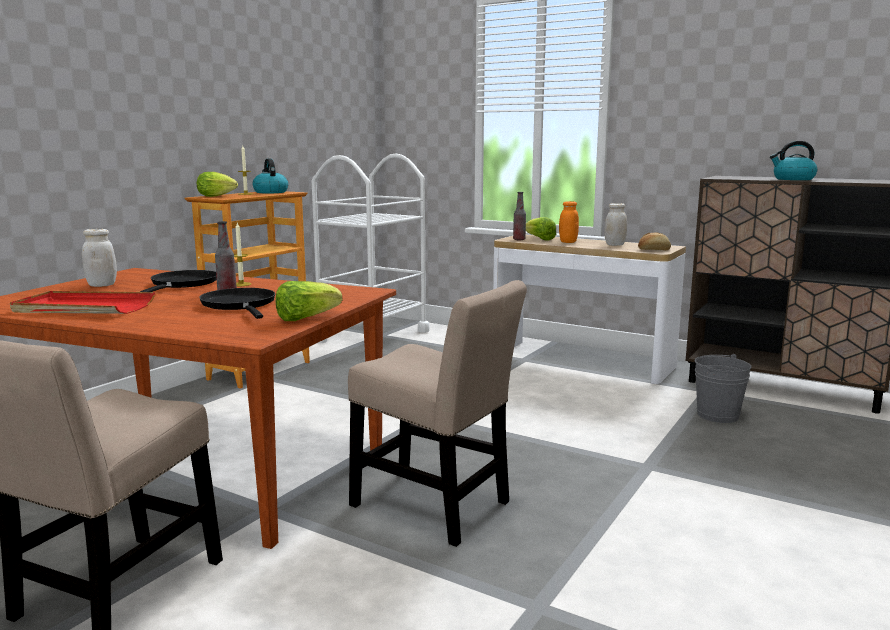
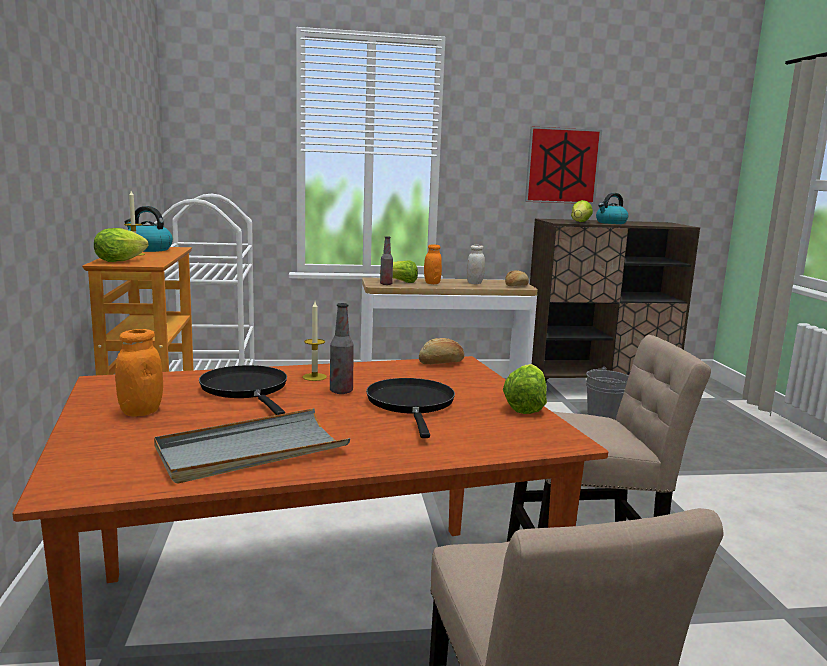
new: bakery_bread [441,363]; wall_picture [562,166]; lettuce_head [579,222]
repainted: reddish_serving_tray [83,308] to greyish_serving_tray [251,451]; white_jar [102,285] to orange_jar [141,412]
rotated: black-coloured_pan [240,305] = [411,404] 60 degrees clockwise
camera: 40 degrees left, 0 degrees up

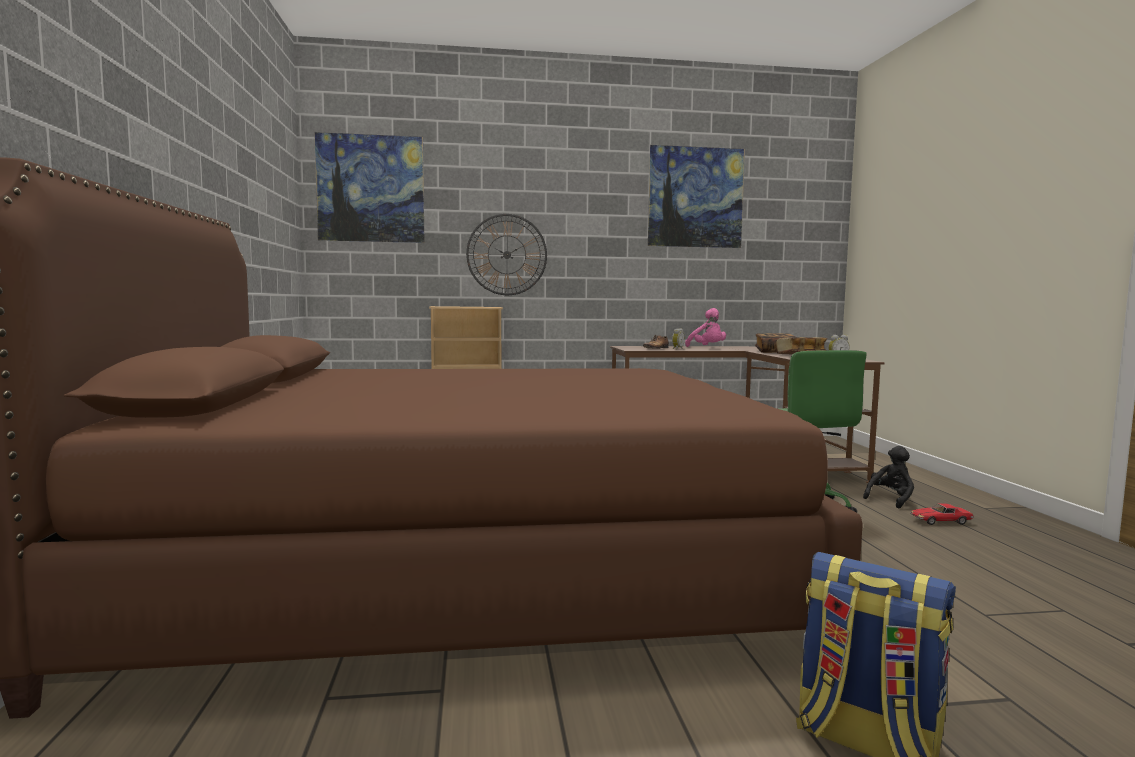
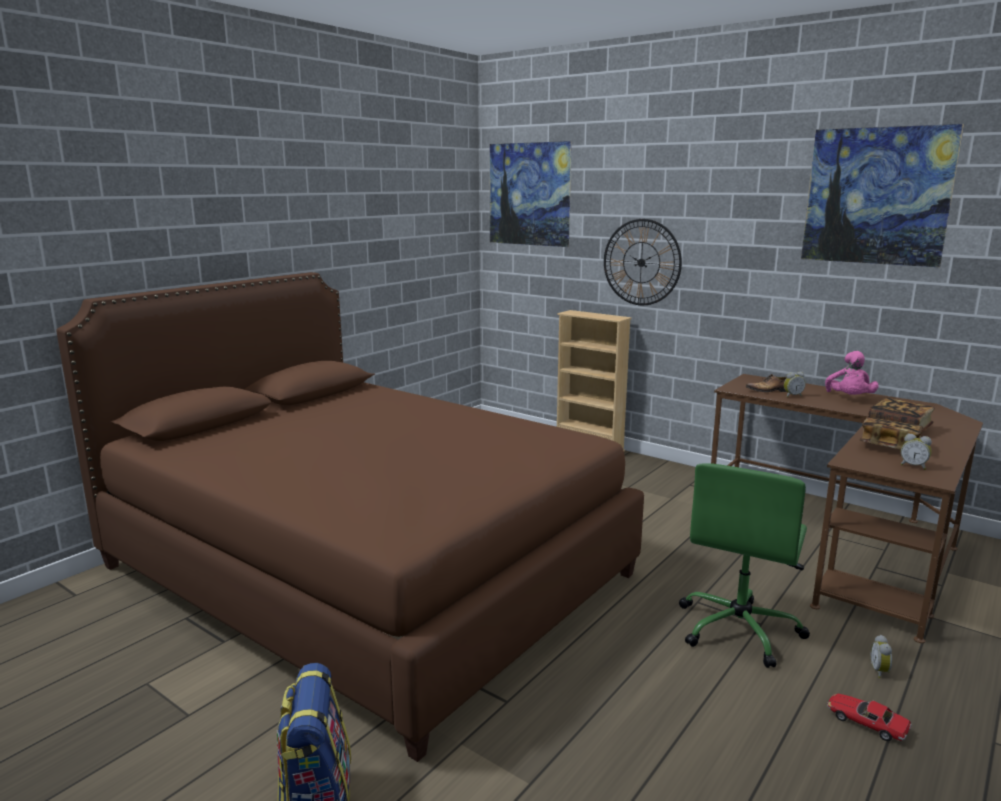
swapped: black-coloured_soft_toy [890,499] to table_clock [880,671]
camera: 45 degrees right, 10 degrees up

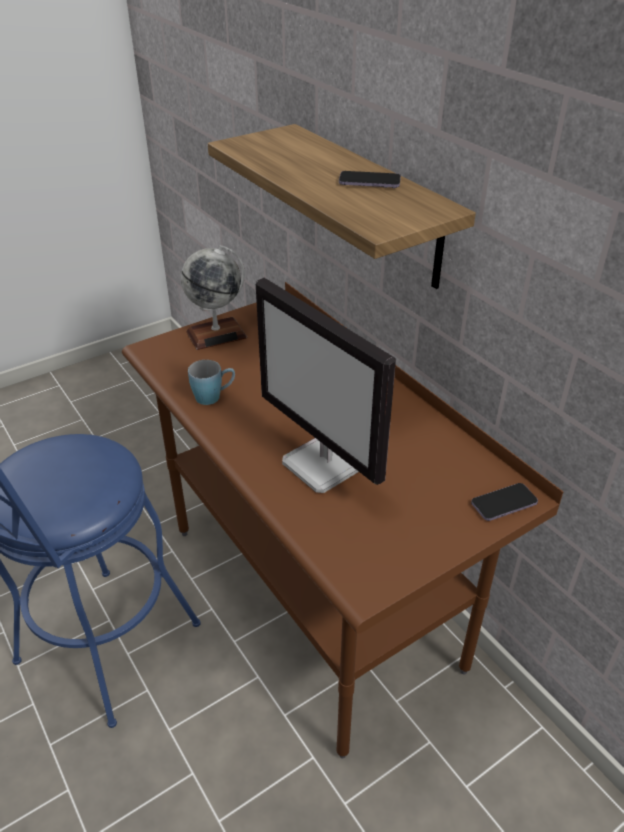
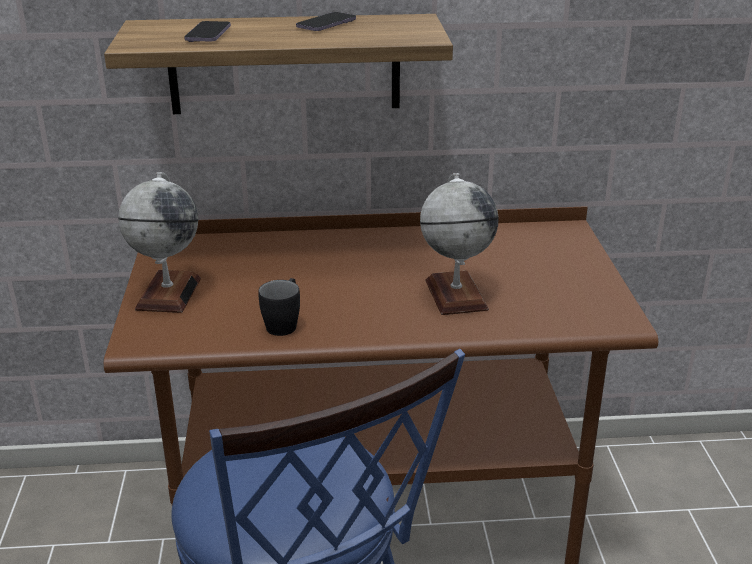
shifted: phone [504,503] to [208,34]
swapped: monitor [324,465] to desk_globe [455,295]
repainted: blue-coloured_mug [214,396] to black-coloured_mug [284,323]
camera: 60 degrees left, 10 degrees down

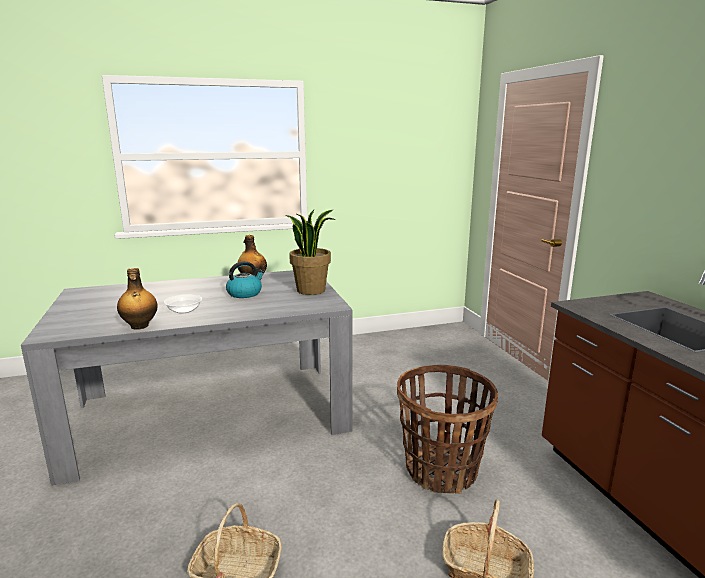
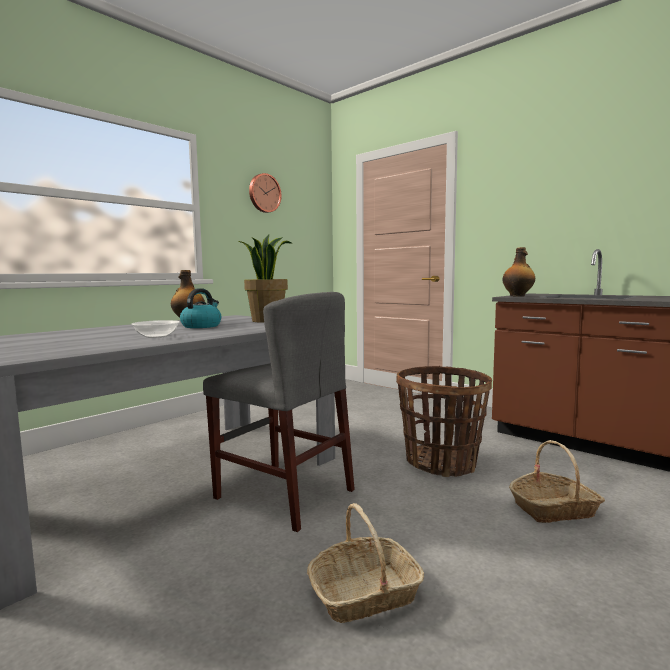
new: greyish_chair [284,494]; clock_on_the_wall [264,193]
shifted: drink_bottle [139,326] to [518,296]
camera: 30 degrees left, 10 degrees down

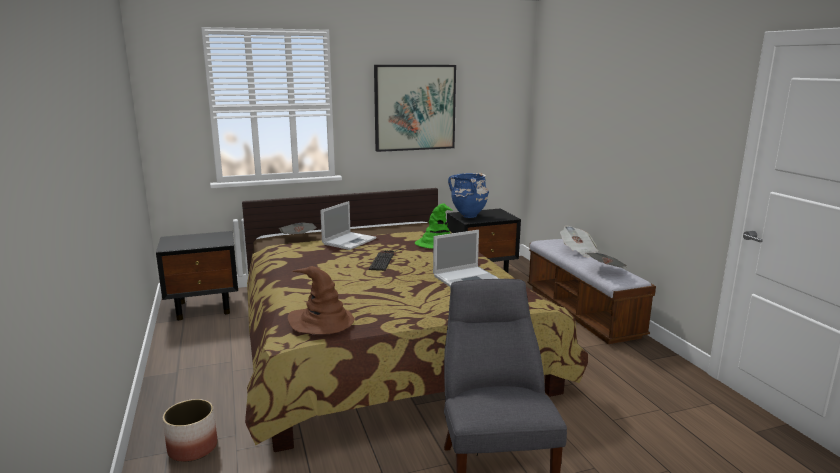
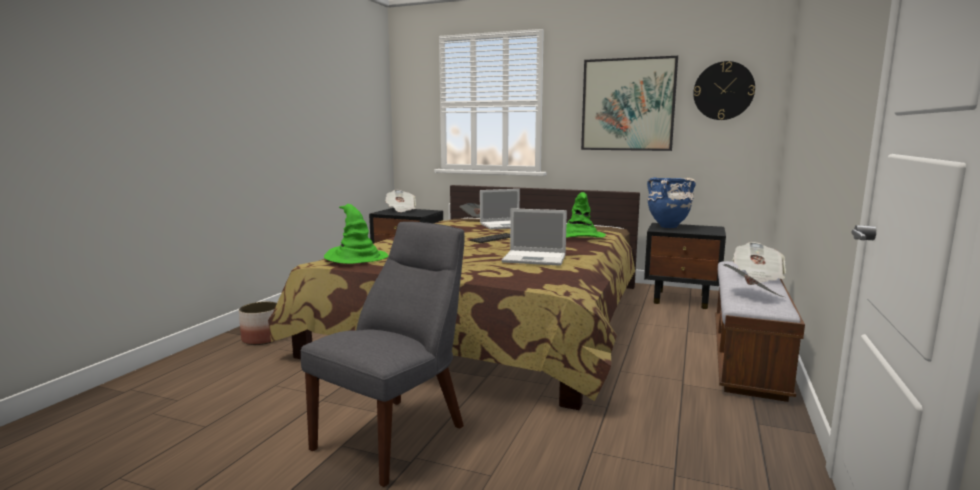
new: daily_paper [401,209]; clock_on_the_wall [723,91]
repainted: brown_hat [322,321] to green_hat [356,258]
camera: 40 degrees right, 5 degrees down

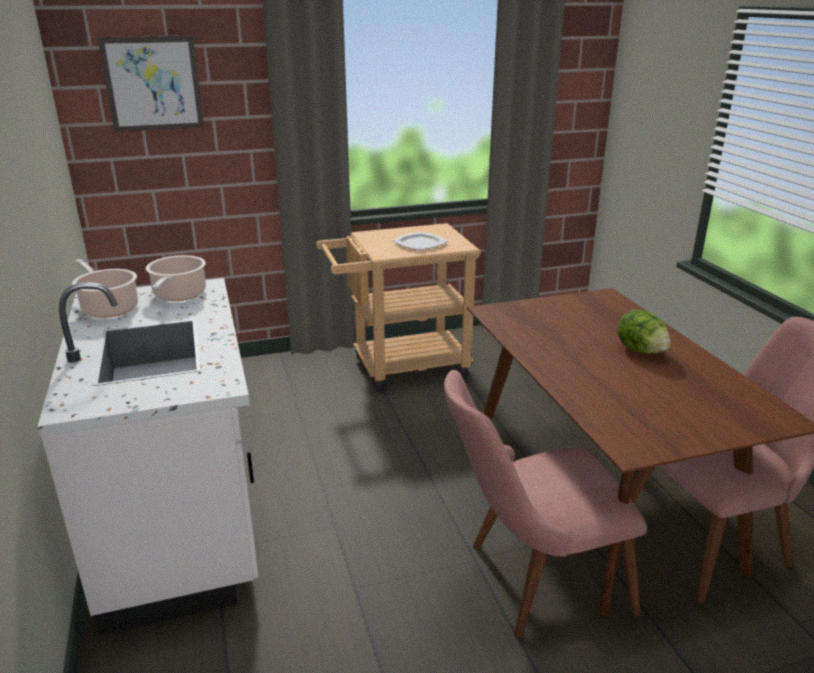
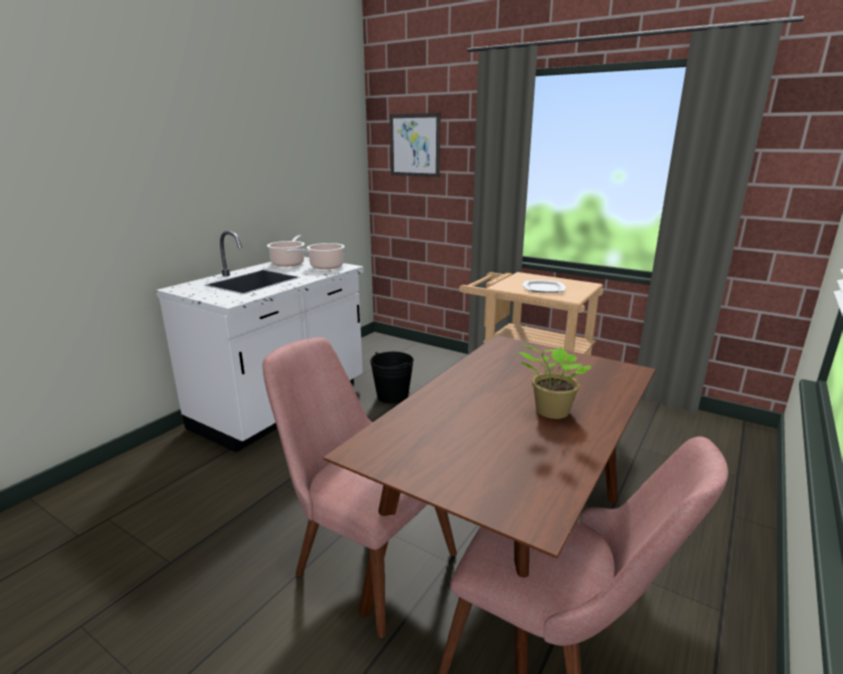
new: black-coloured_pail [392,396]
swapped: lettuce_head [641,350] to potted_plant [550,412]
camera: 50 degrees right, 5 degrees down

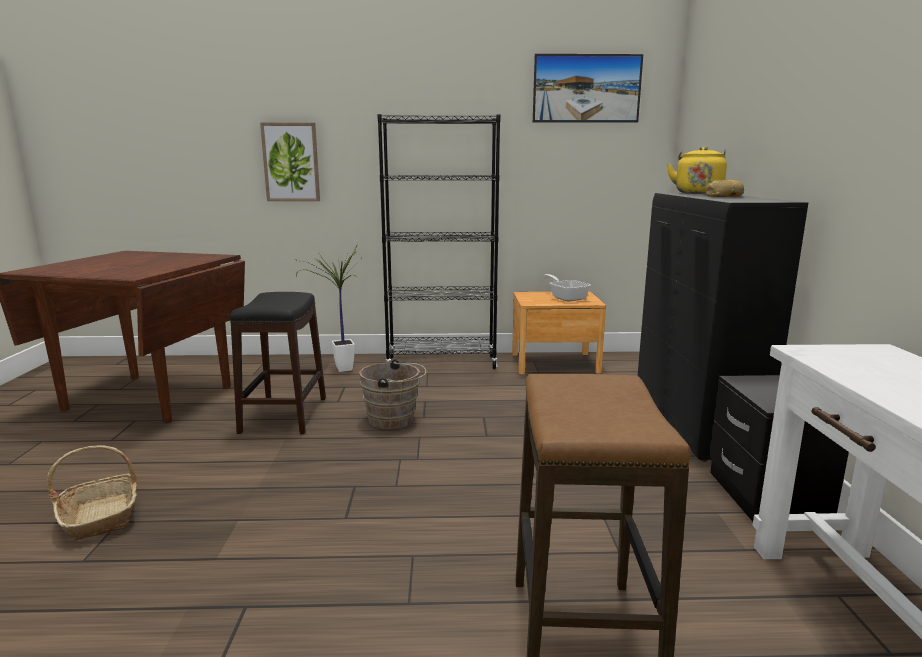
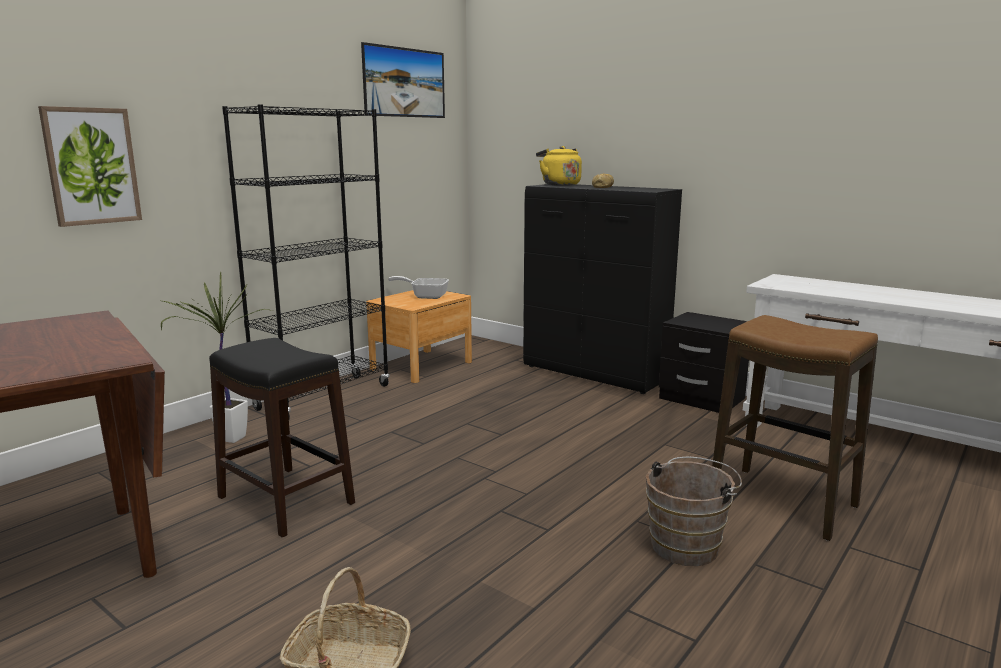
shifted: brown_pail [395,420] to [688,545]
camera: 50 degrees left, 0 degrees up

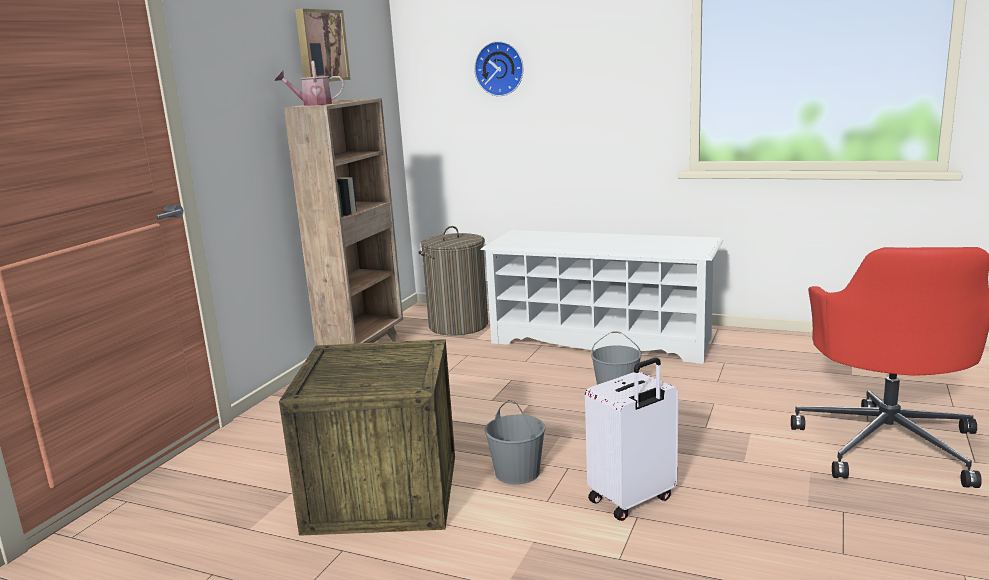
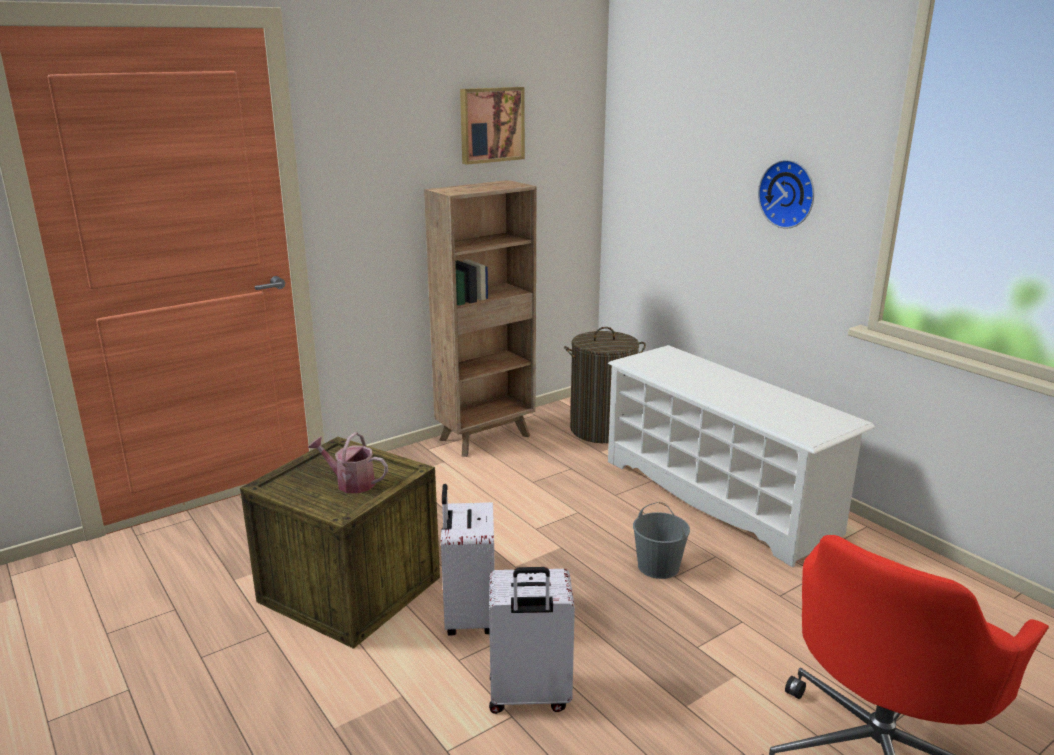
shifted: watering_pot [313,104] to [351,483]; clock_on_the_wall [500,68] to [789,193]
swapped: greyish_pail [516,472] to white_suitcase [468,617]
camera: 30 degrees right, 5 degrees up

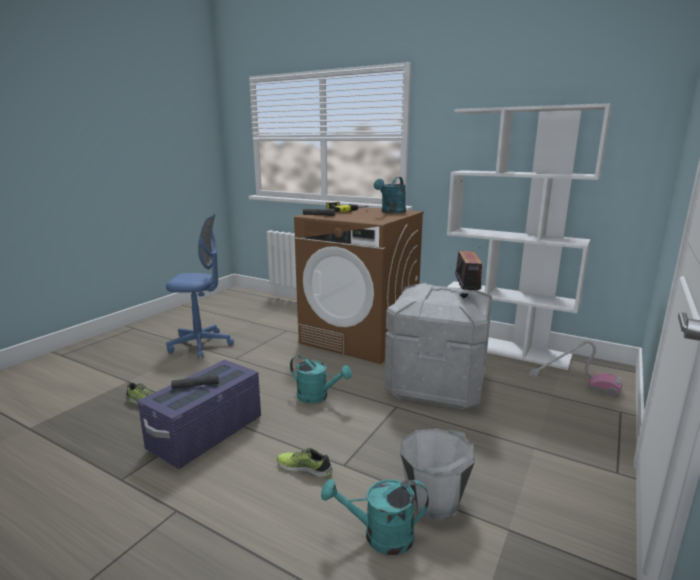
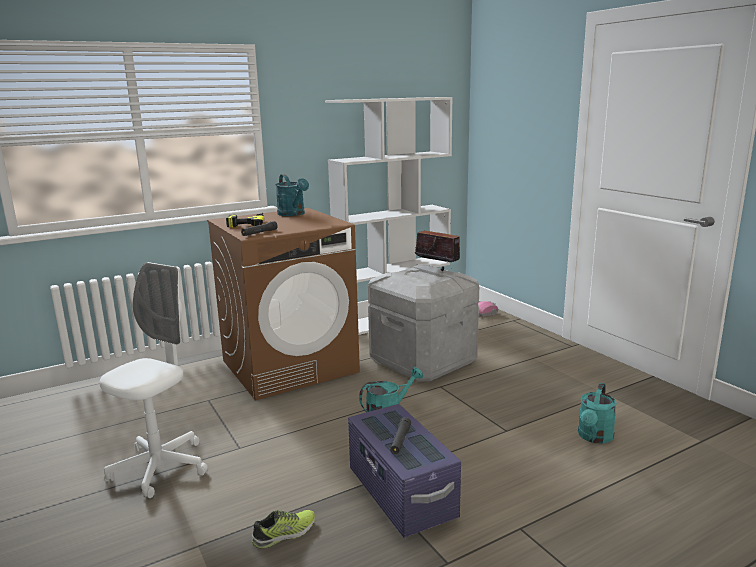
gone: shoe [305,468]; greyish_pail [434,500]
repainted: blue-coloured_computer_chair [201,345] to white_computer_chair [160,468]
camera: 60 degrees left, 0 degrees up

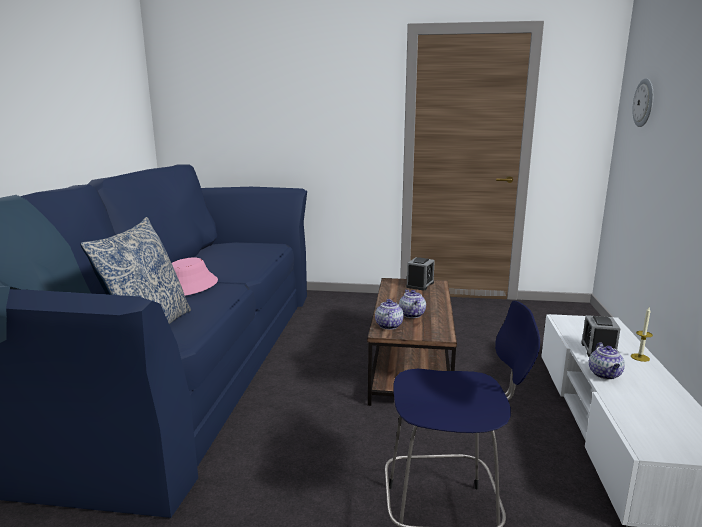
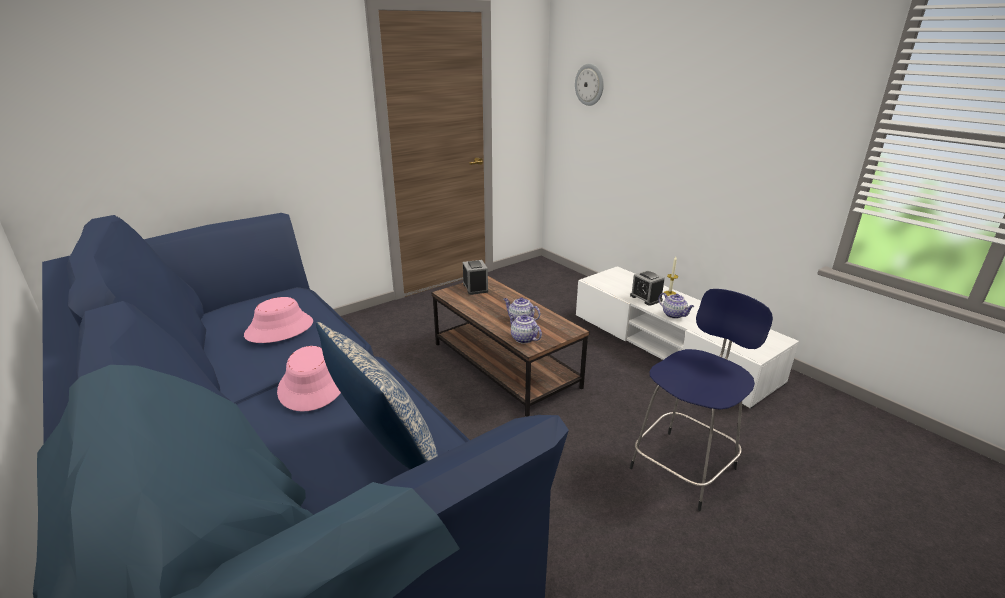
new: pinkish_hat [279,329]
camera: 45 degrees left, 10 degrees up

